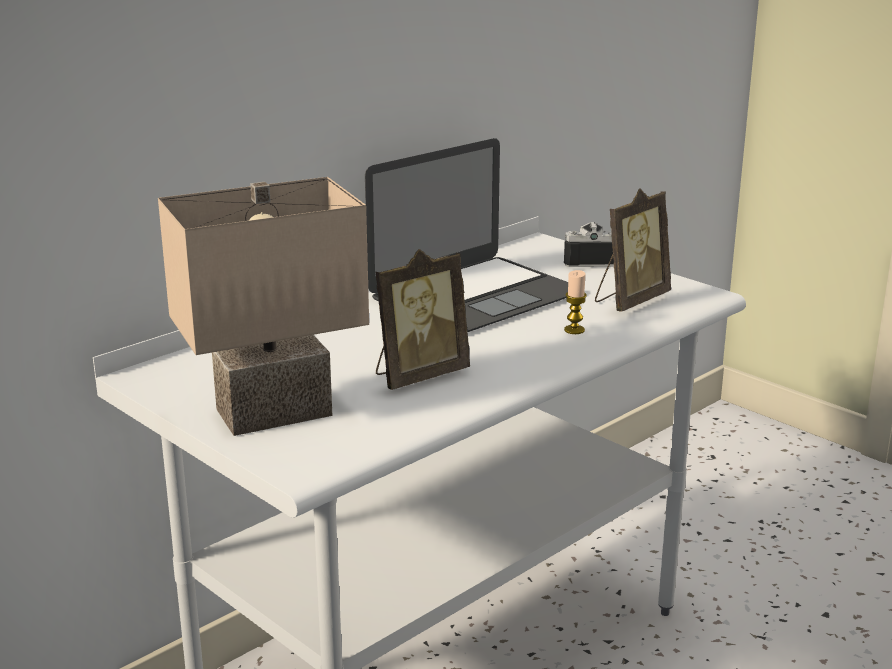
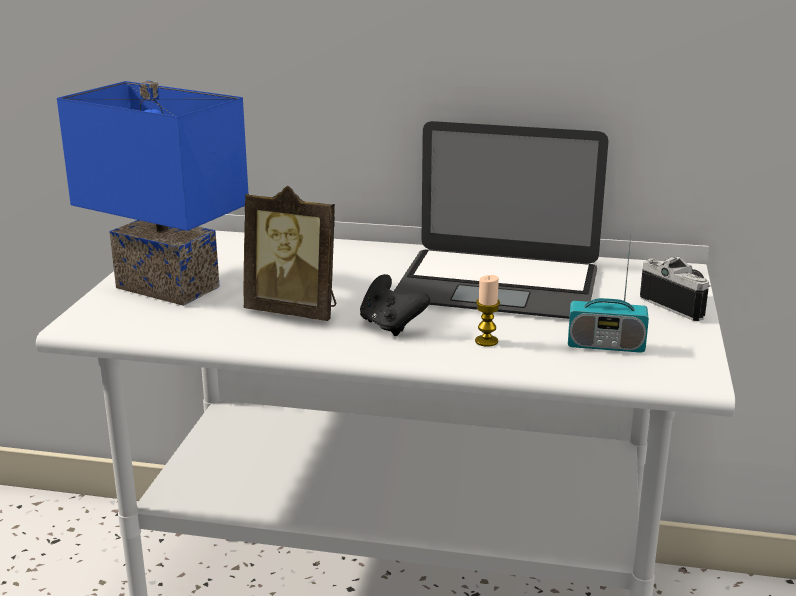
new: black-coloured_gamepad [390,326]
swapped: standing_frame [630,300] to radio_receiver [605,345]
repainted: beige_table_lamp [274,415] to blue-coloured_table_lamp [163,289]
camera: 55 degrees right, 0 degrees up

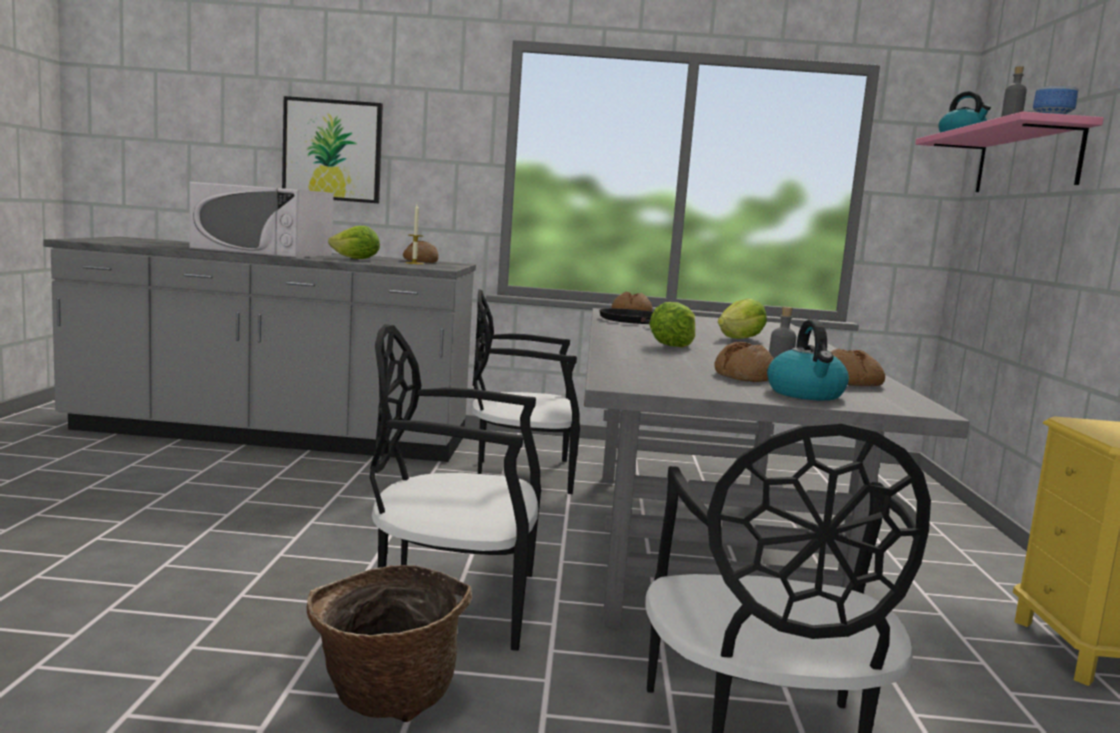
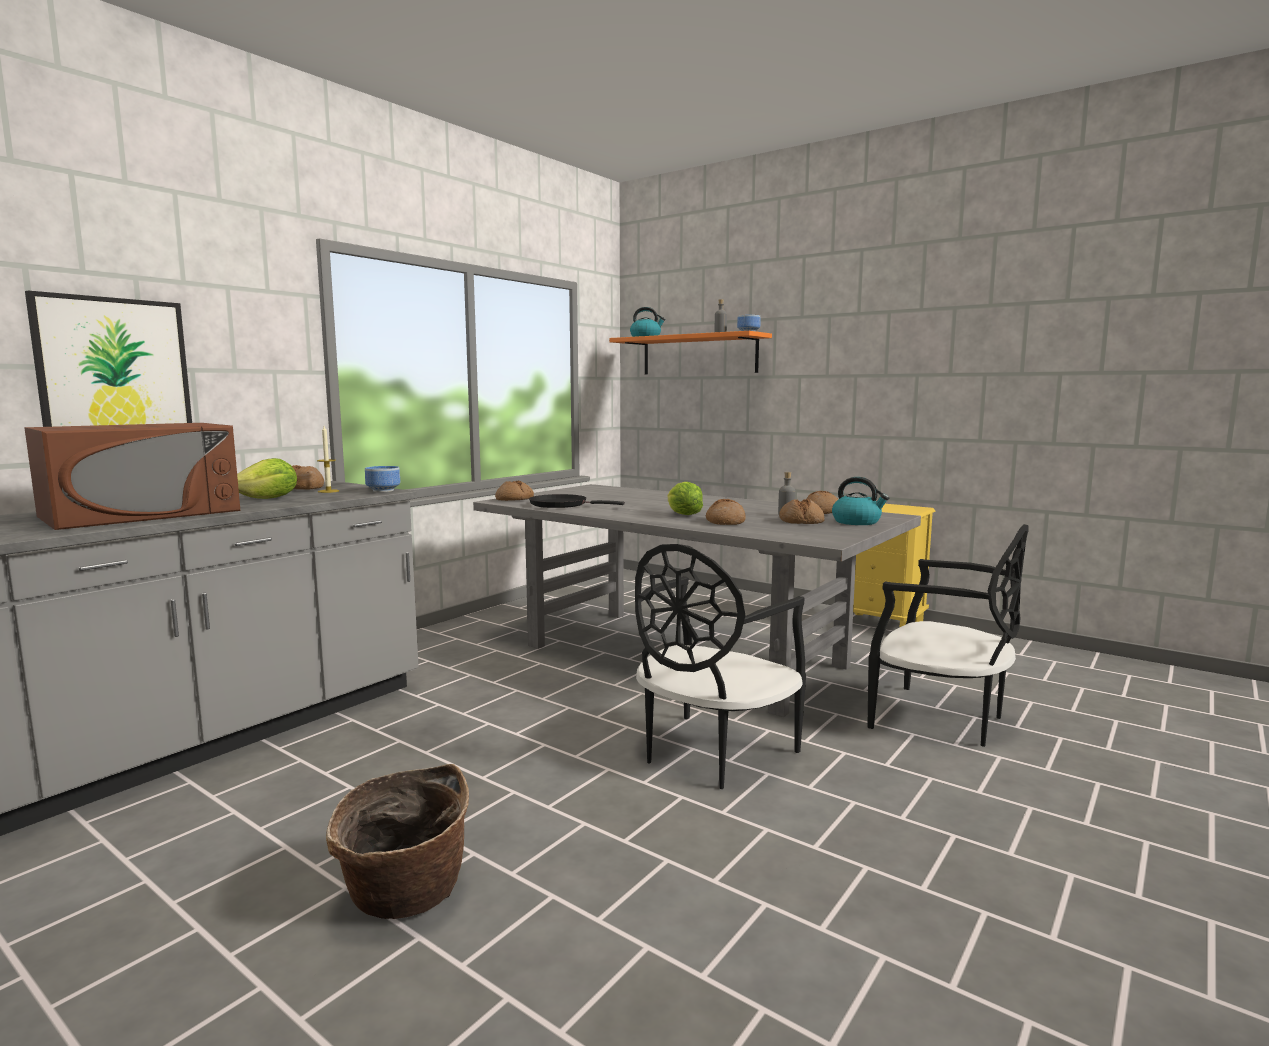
gone: black-coloured_chair [522,473]; lettuce_head [740,339]
new: serving_bowl [385,490]; bakery_bread [725,522]
shifted: household_basket [384,697] to [404,897]
repainted: white_microwave [263,252] to brown_microwave [141,513]; pinkish_wall_shelf [1026,160] to orange_wall_shelf [699,355]
camera: 55 degrees left, 0 degrees up

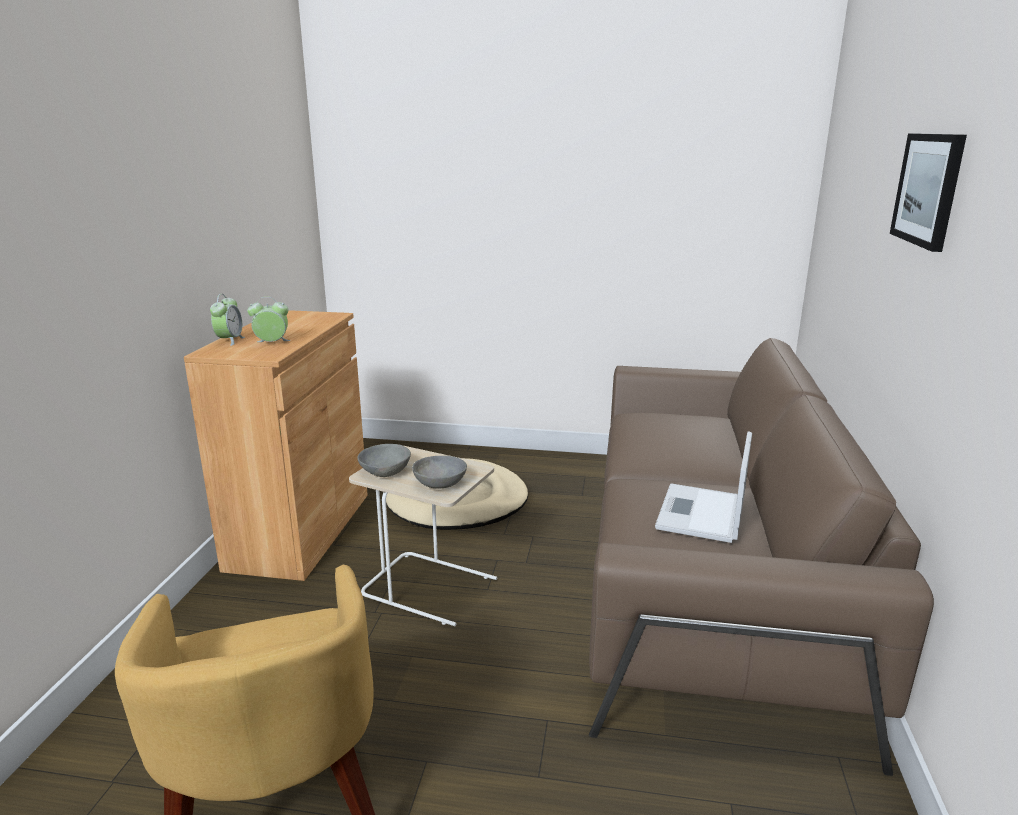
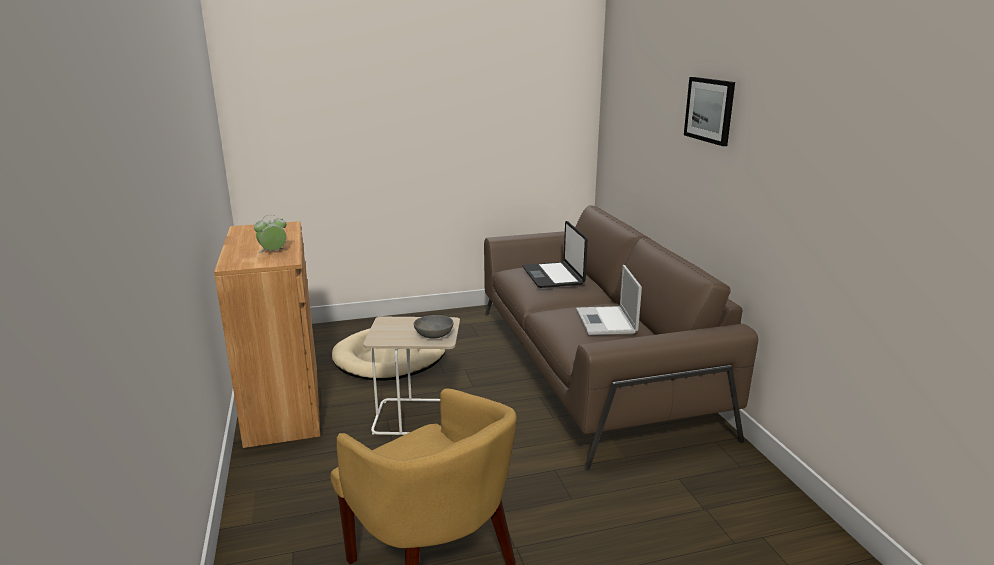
gone: table_clock [229,341]; greyish_serving_bowl [384,472]
new: notebook_computer [554,276]
camera: 25 degrees left, 0 degrees up

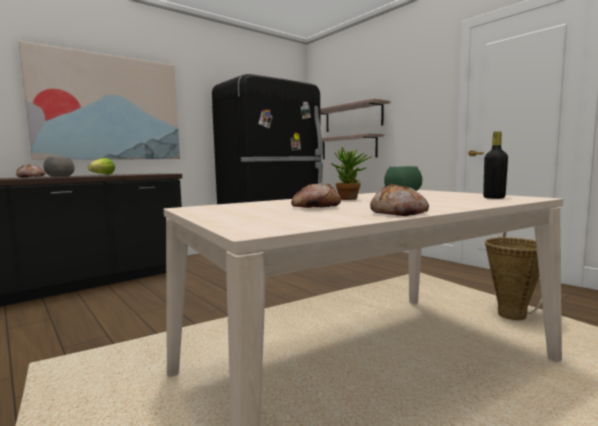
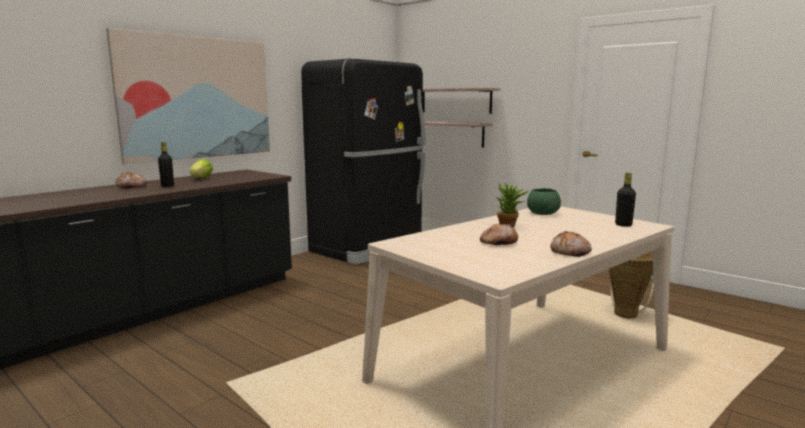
swapped: greyish_serving_bowl [60,176] to black-coloured_drink_bottle [167,186]
camera: 10 degrees left, 5 degrees up

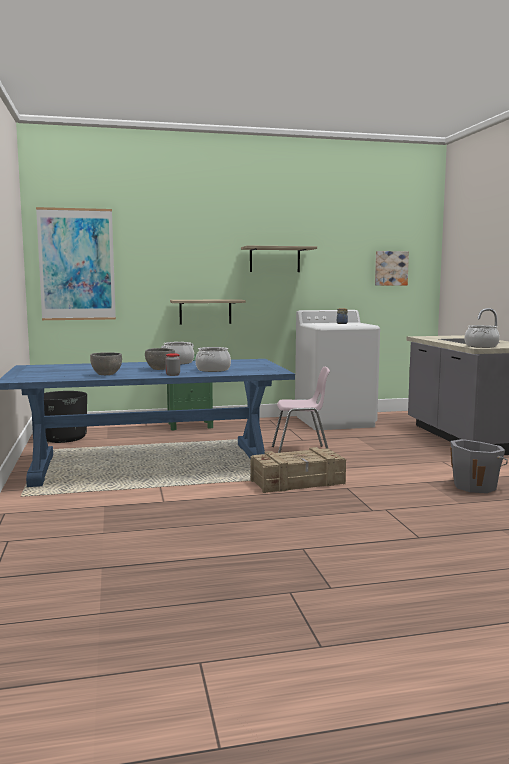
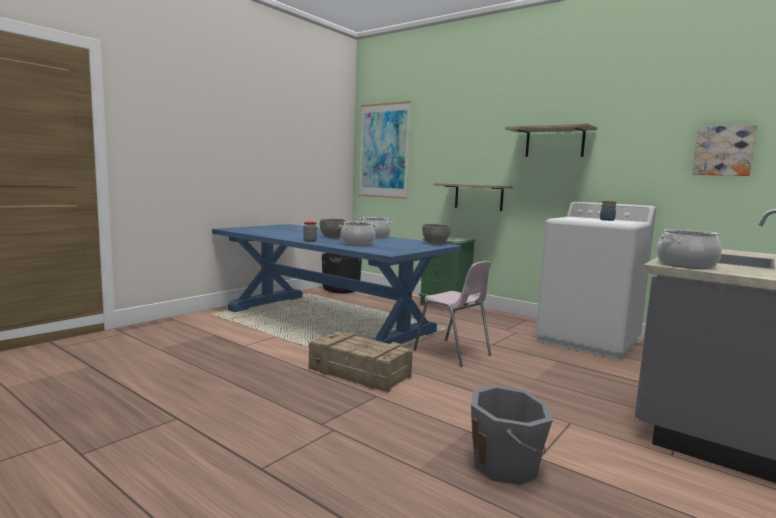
shifted: greyish_serving_bowl [106,374] to [435,243]
camera: 50 degrees right, 0 degrees up

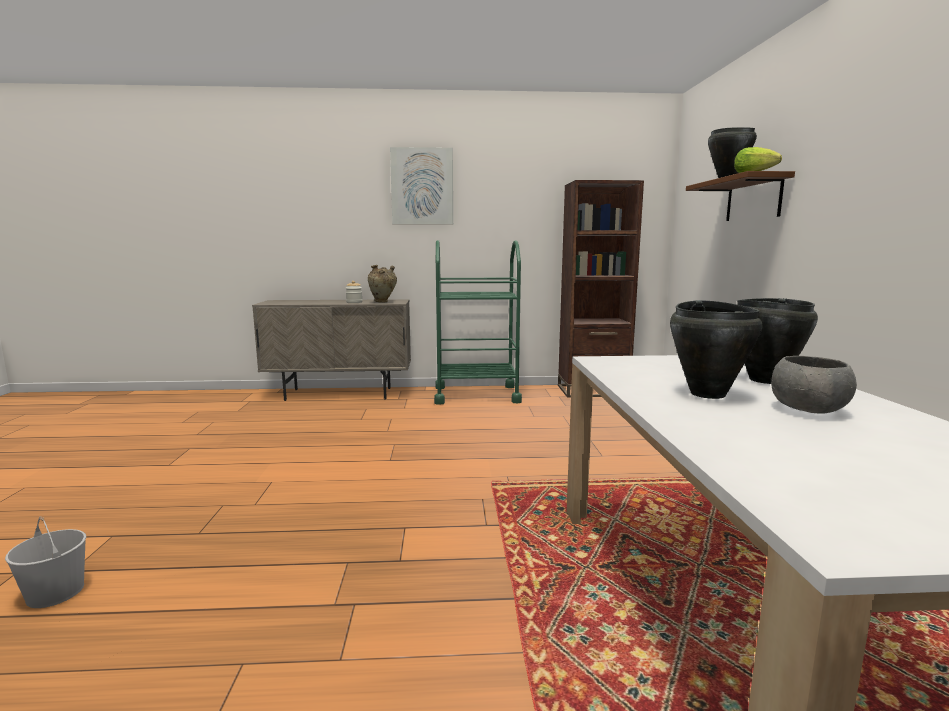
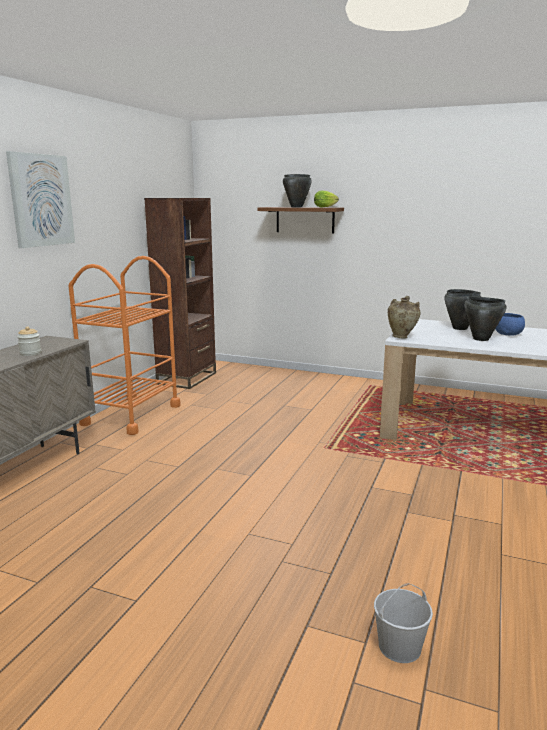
shifted: beige_decorative_vase [383,302] to [401,337]
repainted: green_wheeled_cart [476,395] to orange_wheeled_cart [132,415]; greyish_serving_bowl [807,409] to blue-coloured_serving_bowl [507,334]
camera: 65 degrees left, 5 degrees up

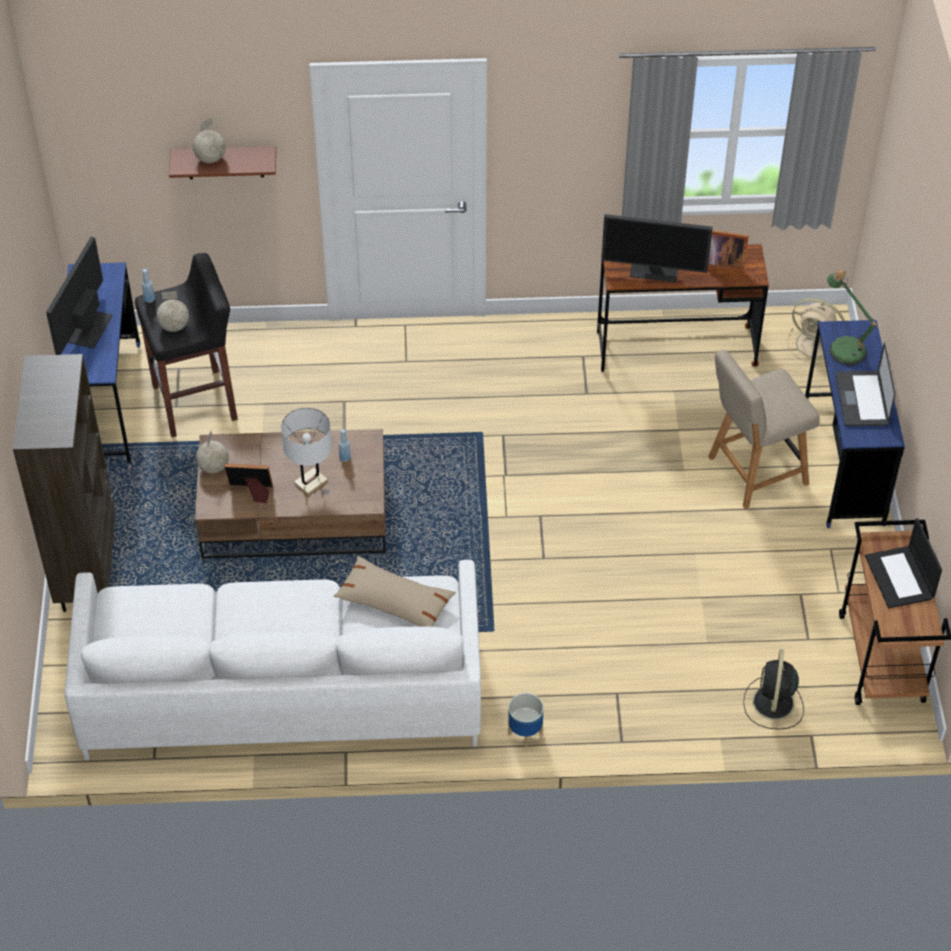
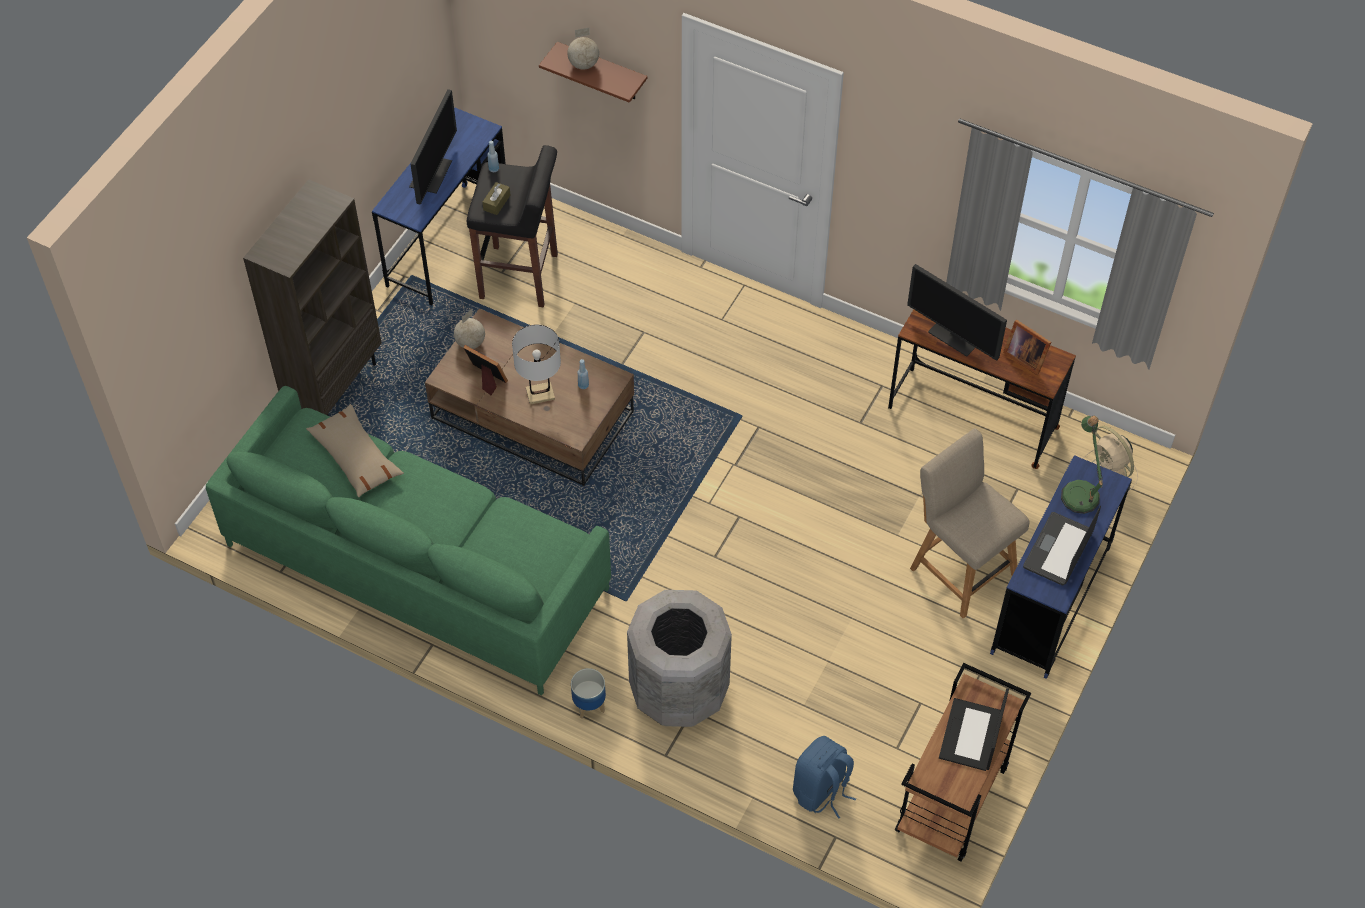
new: greyish_waste_bin [678,691]
shifted: beige_throw_pillow [394,602] to [356,457]
swapped: desk_globe [174,326] to brown_tissue_box [496,202]; black-coloured_cooling_fan [773,704] to blue-coloured_backpack [821,791]
repainted: white_sofa [282,692] to green_sofa [417,566]
rotated: monitor [88,329] = [431,173] 150 degrees clockwise; beige_chair [753,472] = [960,568] 45 degrees clockwise
camera: 30 degrees right, 5 degrees up

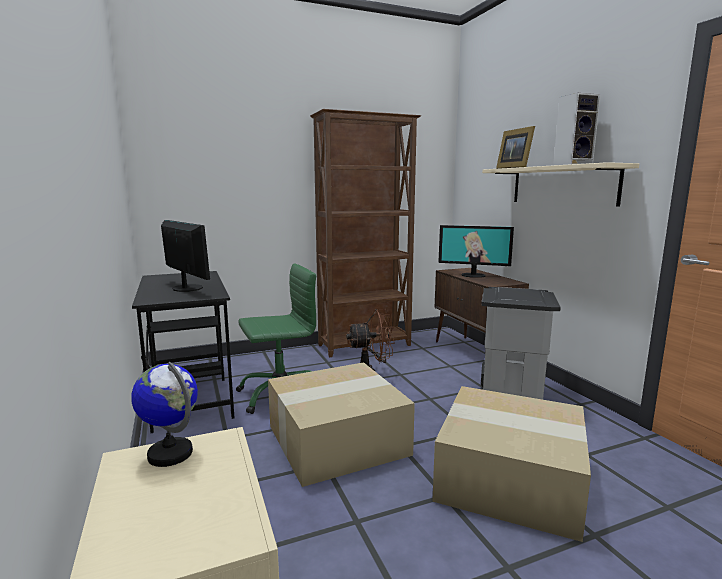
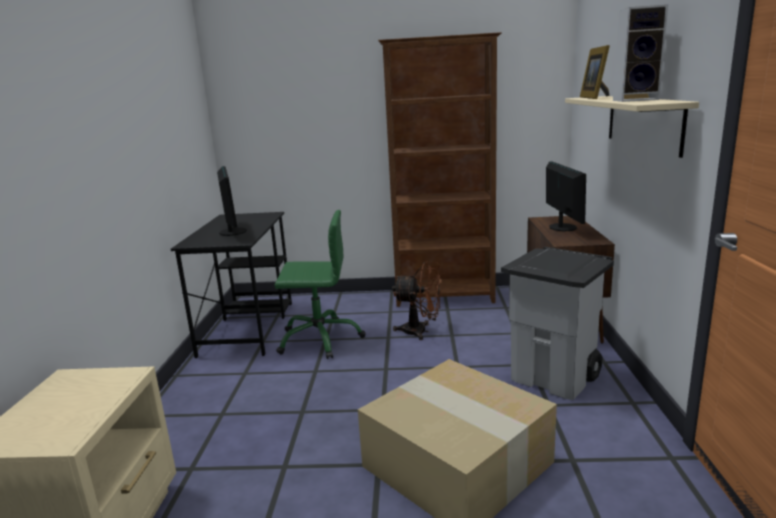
gone: desk_globe [170,453]; packing_box [338,438]
rotated: monitor [473,275] = [562,227] 135 degrees counterclockwise
camera: 25 degrees right, 5 degrees up

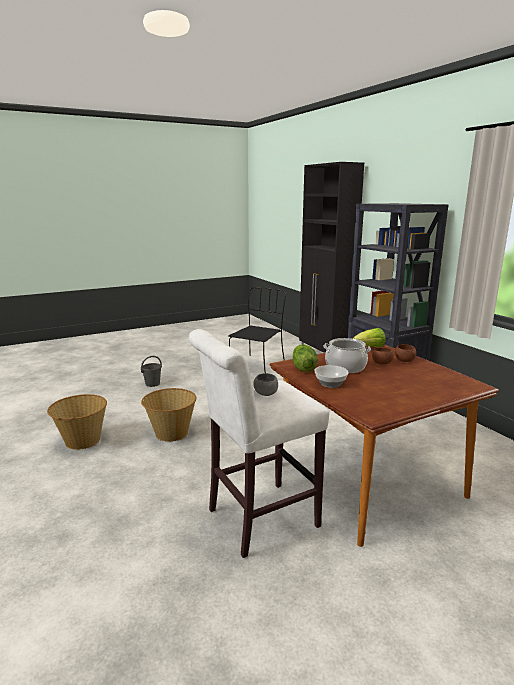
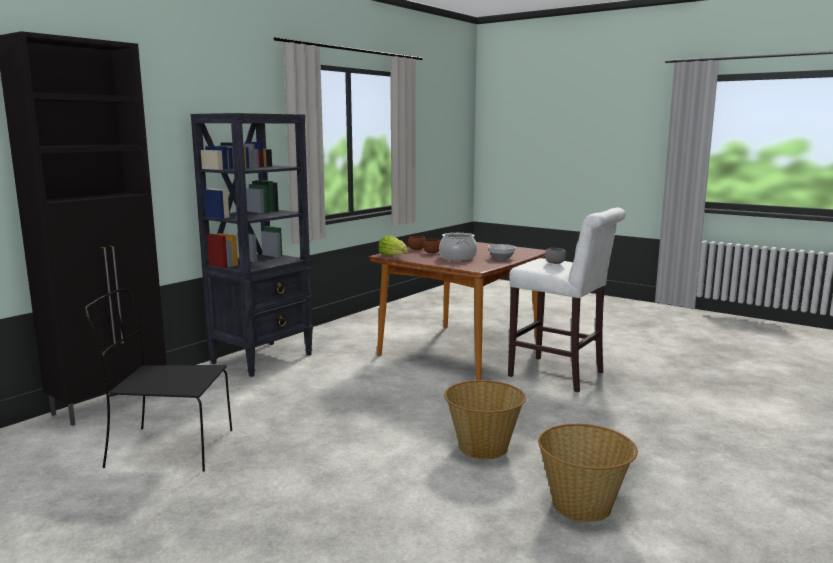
gone: greyish_pail [153,384]; lettuce_head [303,368]
camera: 115 degrees left, 5 degrees down

